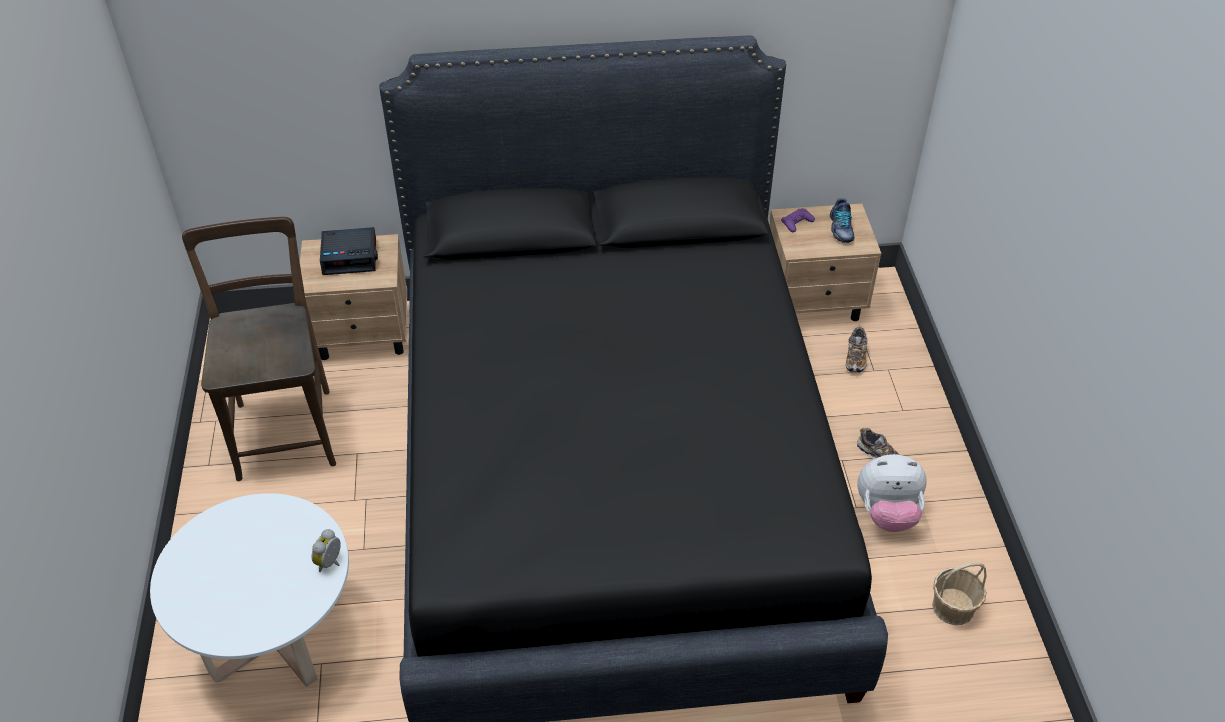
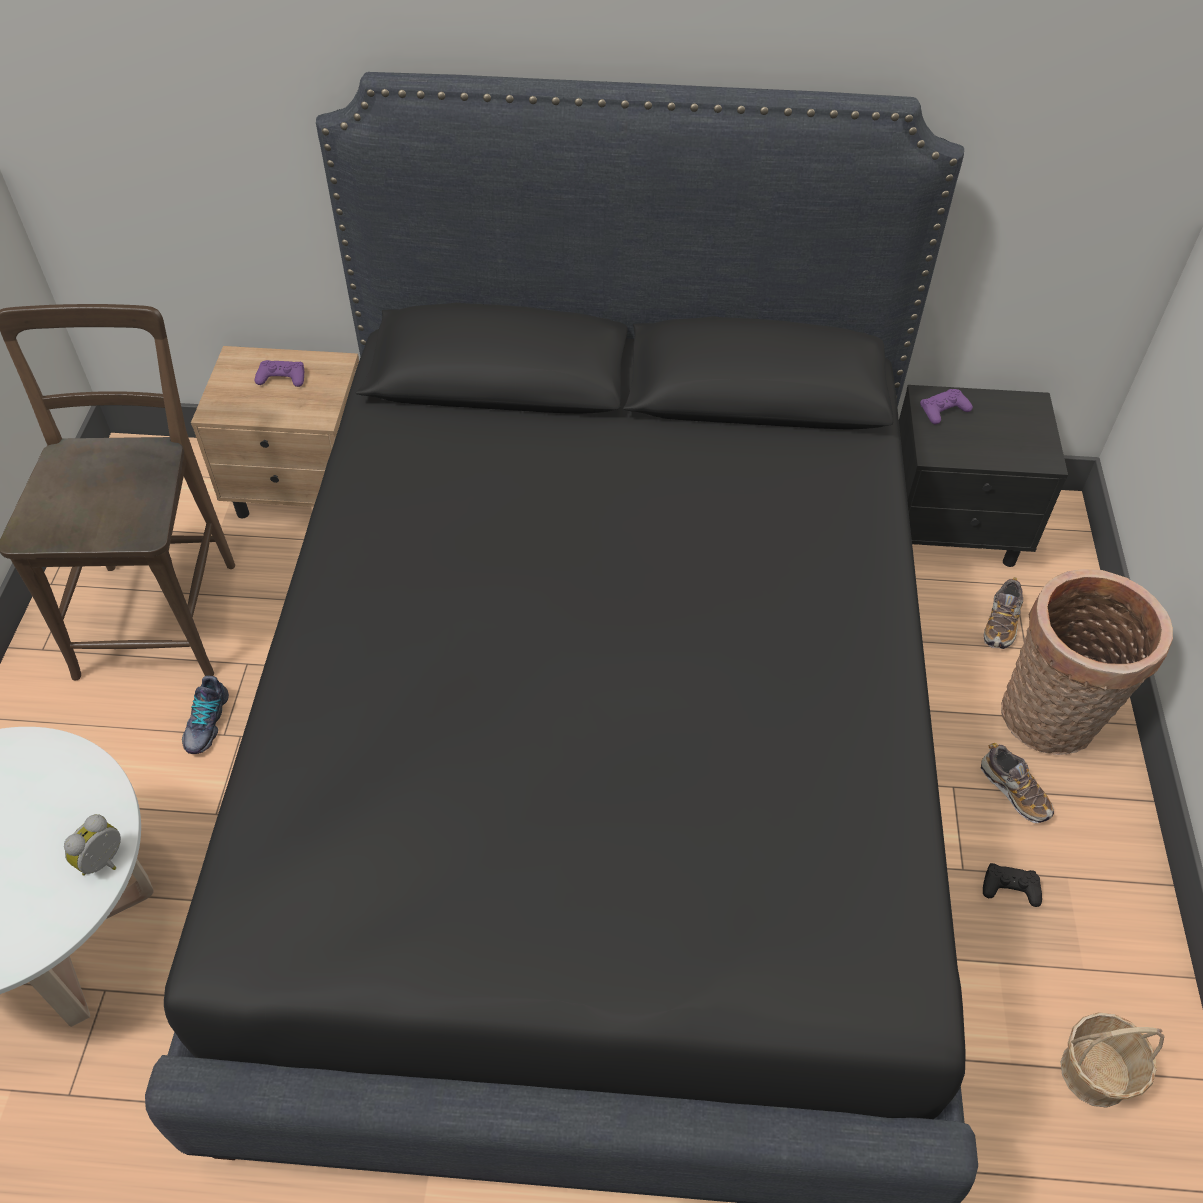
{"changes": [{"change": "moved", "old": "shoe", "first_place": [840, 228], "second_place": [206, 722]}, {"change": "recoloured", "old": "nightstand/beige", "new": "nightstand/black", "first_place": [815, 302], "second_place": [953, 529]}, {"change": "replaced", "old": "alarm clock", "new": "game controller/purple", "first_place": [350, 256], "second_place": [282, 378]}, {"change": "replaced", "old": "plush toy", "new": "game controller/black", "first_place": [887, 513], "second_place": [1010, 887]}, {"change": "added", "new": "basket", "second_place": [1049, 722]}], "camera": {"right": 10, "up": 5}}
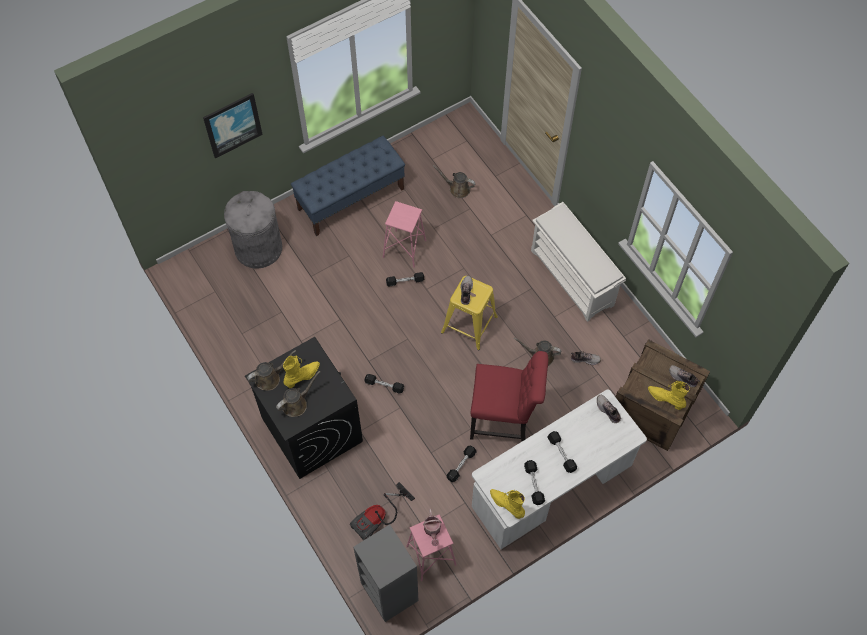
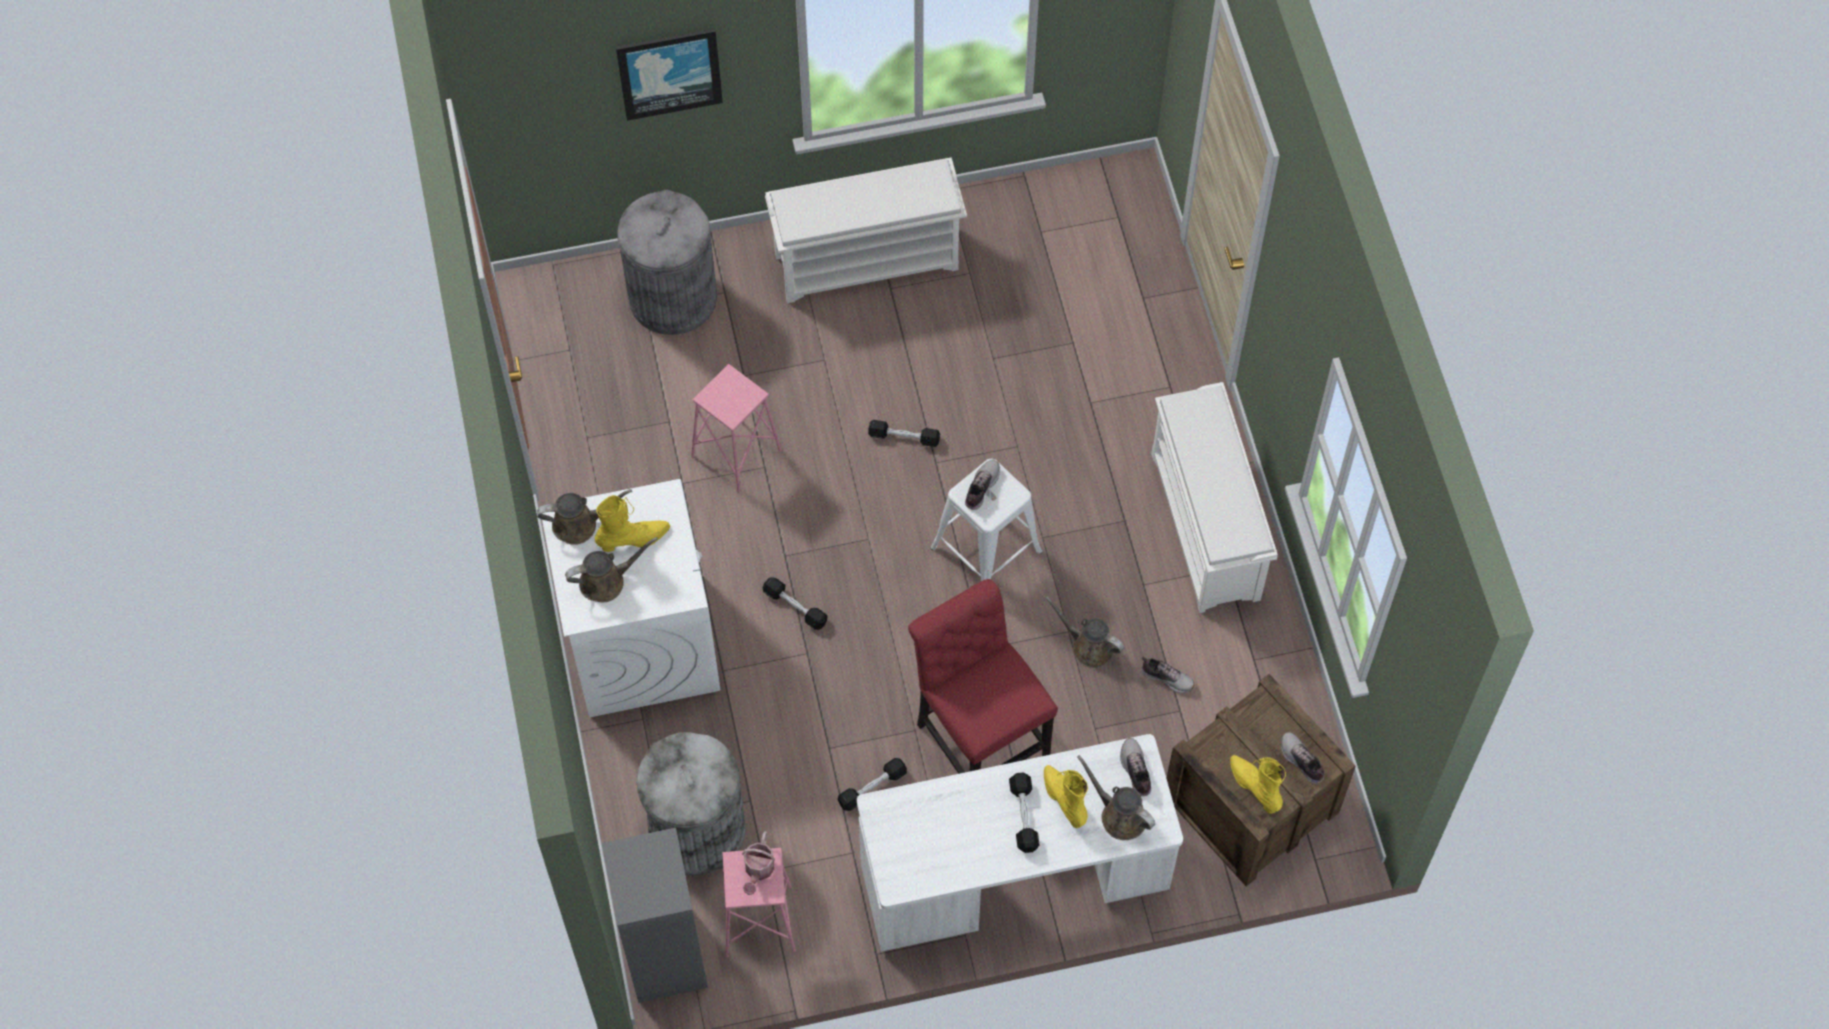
{"changes": [{"change": "replaced", "old": "bench/blue", "new": "shoe rack/white", "first_place": [351, 199], "second_place": [868, 260]}, {"change": "moved", "old": "watering can/brown", "first_place": [457, 189], "second_place": [1119, 815]}, {"change": "moved", "old": "stool/pink", "first_place": [404, 249], "second_place": [736, 453]}, {"change": "recoloured", "old": "stool/yellow", "new": "stool/white", "first_place": [469, 324], "second_place": [986, 550]}, {"change": "recoloured", "old": "washing machine/black", "new": "washing machine/white", "first_place": [311, 429], "second_place": [641, 640]}, {"change": "turned", "old": "chair/red", "first_place": [504, 420], "second_place": [979, 736], "degrees": -150}, {"change": "removed", "old": "dumbbell/black", "first_place": [534, 484]}, {"change": "replaced", "old": "vacuum cleaner", "new": "trash can/grey", "first_place": [379, 518], "second_place": [696, 829]}, {"change": "moved", "old": "boot/yellow", "first_place": [507, 505], "second_place": [1064, 800]}], "camera": {"right": 20, "up": 0}}
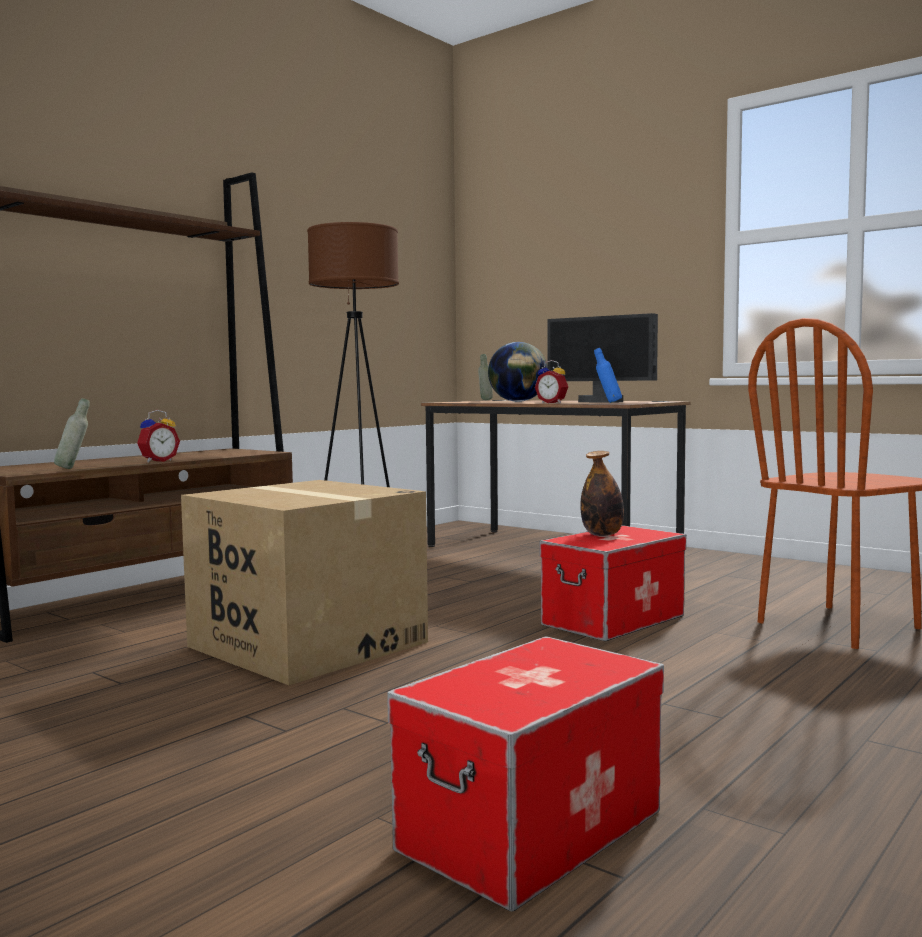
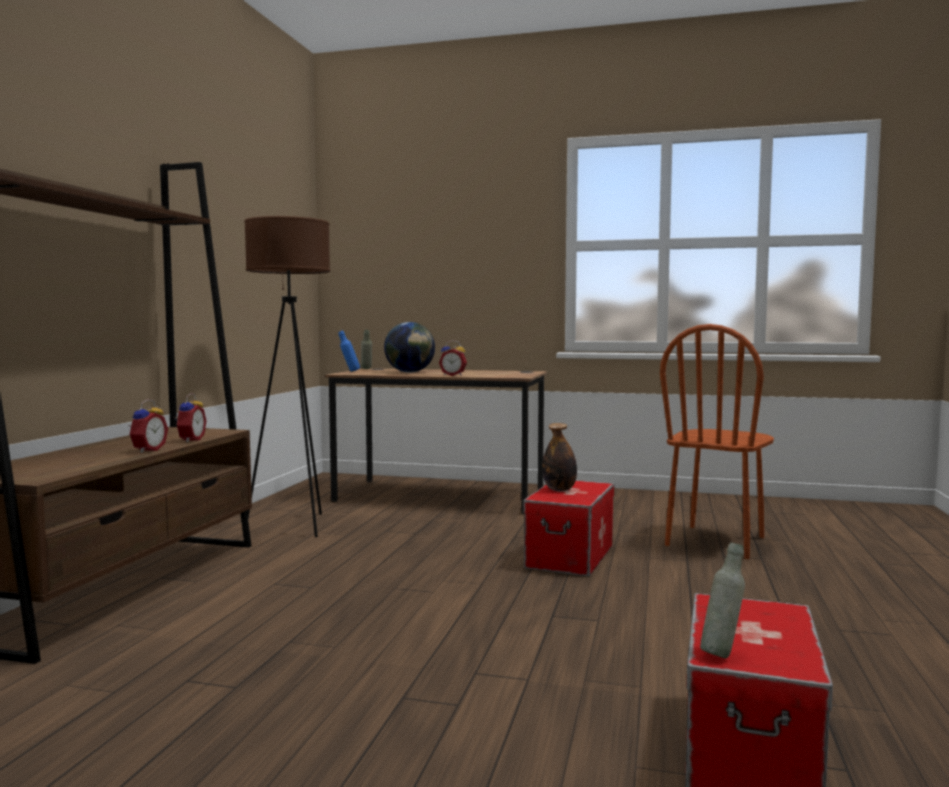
{"changes": [{"change": "removed", "old": "monitor", "first_place": [601, 402]}, {"change": "moved", "old": "bottle/blue", "first_place": [607, 402], "second_place": [349, 371]}, {"change": "moved", "old": "bottle/grey", "first_place": [73, 468], "second_place": [722, 653]}, {"change": "removed", "old": "cardboard box", "first_place": [307, 644]}, {"change": "added", "new": "alarm clock", "second_place": [189, 440]}], "camera": {"right": -25, "up": 0}}
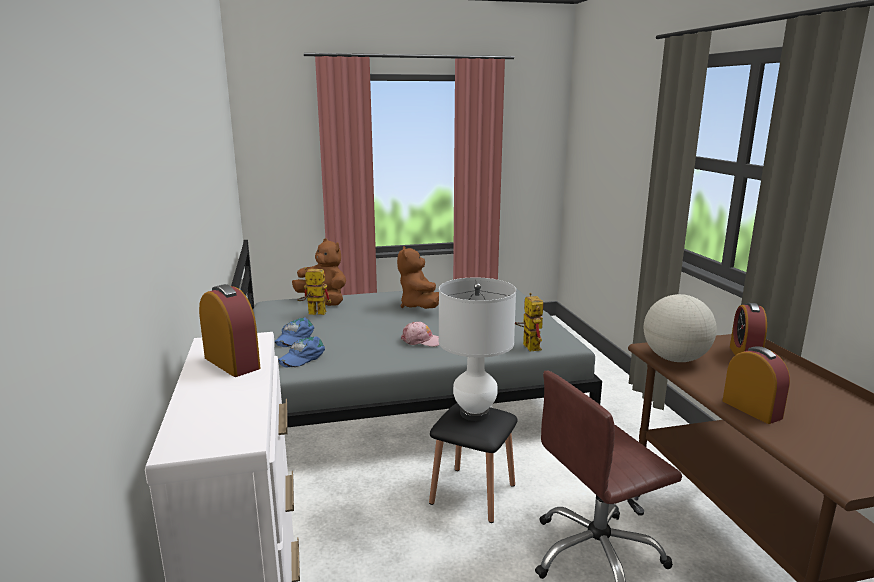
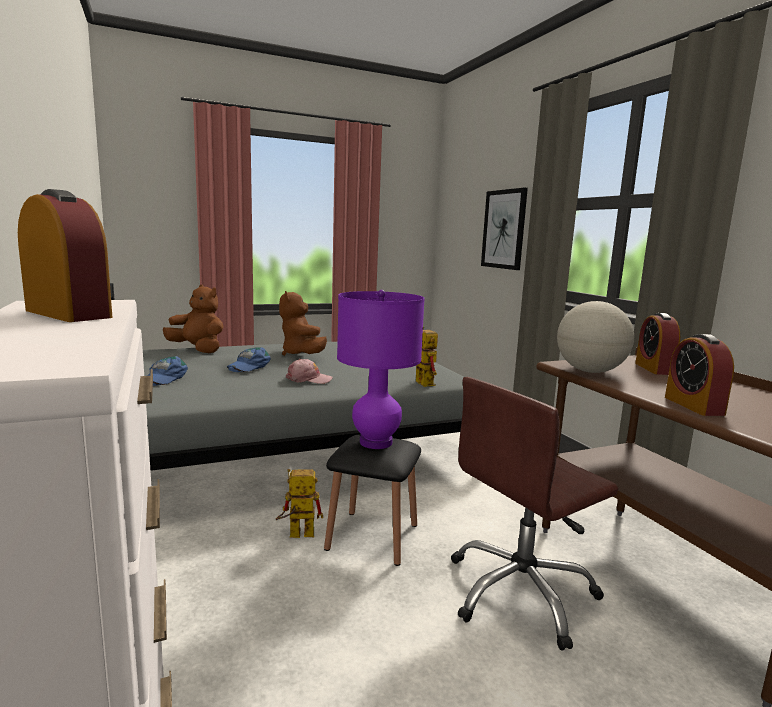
{"changes": [{"change": "moved", "old": "toy robot", "first_place": [312, 313], "second_place": [295, 535]}, {"change": "recoloured", "old": "table lamp/white", "new": "table lamp/purple", "first_place": [475, 413], "second_place": [376, 442]}, {"change": "moved", "old": "cap/blue", "first_place": [302, 357], "second_place": [249, 366]}, {"change": "turned", "old": "alarm clock", "first_place": [751, 409], "second_place": [693, 405], "degrees": -150}, {"change": "added", "new": "picture", "second_place": [504, 229]}], "camera": {"right": -10, "up": -5}}
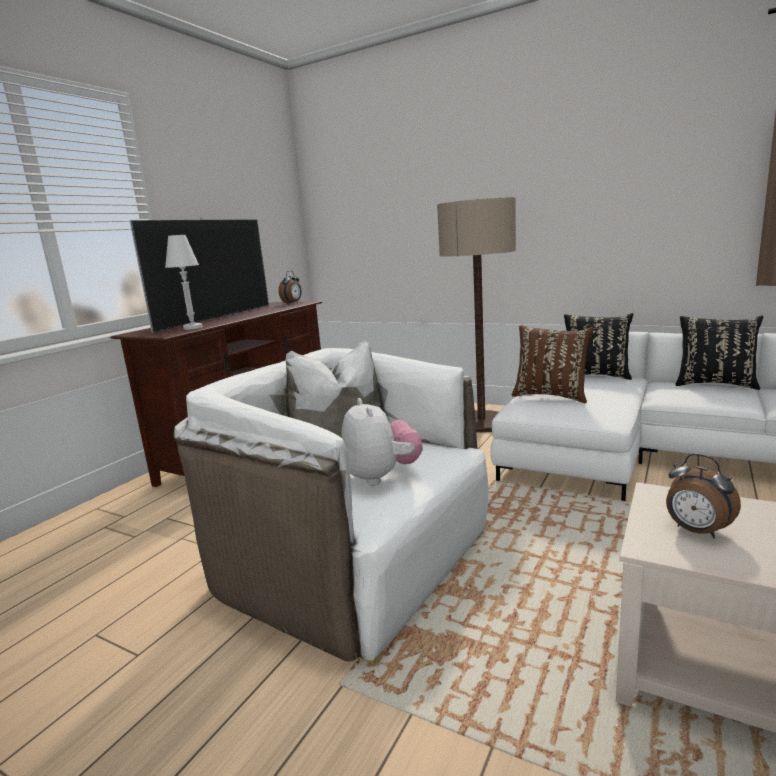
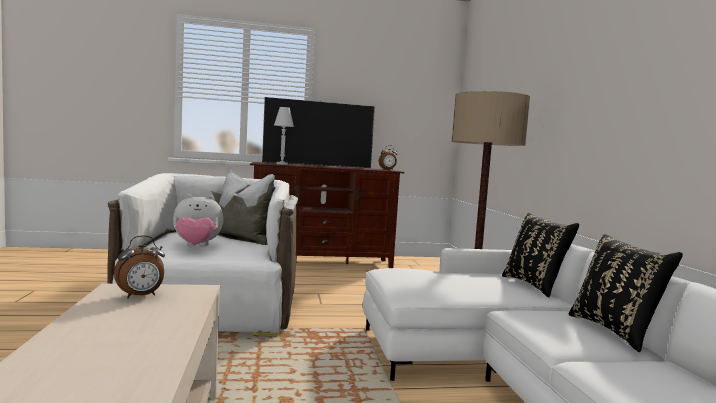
{"changes": [{"change": "removed", "old": "pillow/brown", "first_place": [551, 395]}, {"change": "turned", "old": "plush toy", "first_place": [381, 476], "second_place": [197, 246], "degrees": 45}, {"change": "turned", "old": "alarm clock", "first_place": [696, 531], "second_place": [140, 296], "degrees": -135}], "camera": {"right": 50, "up": -10}}
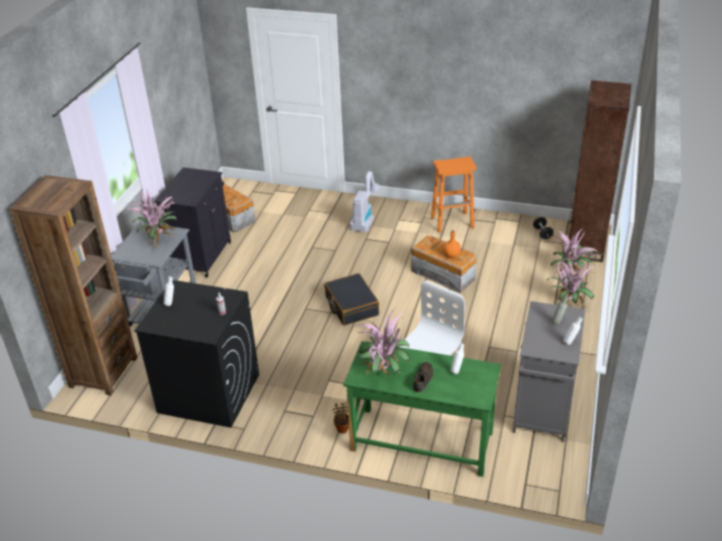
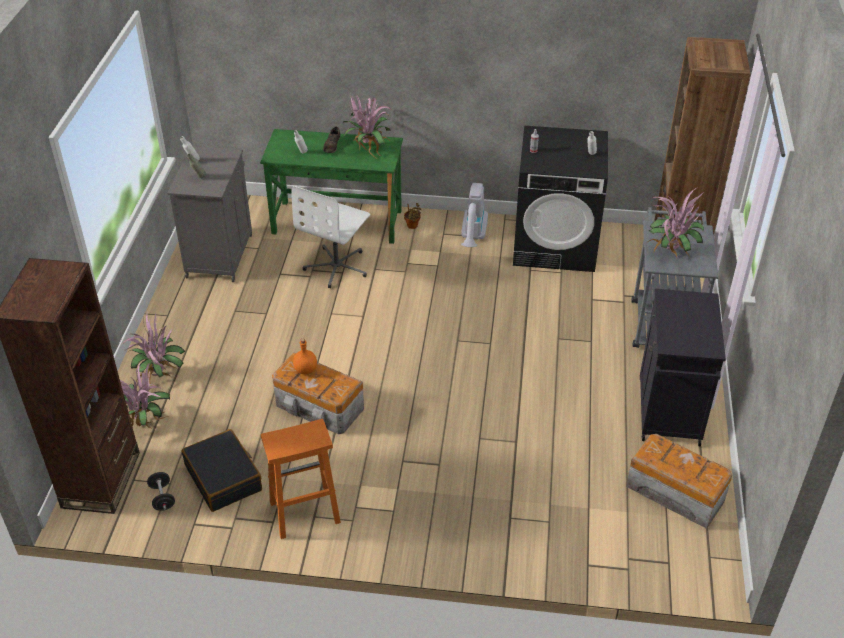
{"changes": [{"change": "moved", "old": "vacuum cleaner", "first_place": [365, 219], "second_place": [473, 238]}, {"change": "moved", "old": "suitcase/black", "first_place": [351, 306], "second_place": [224, 478]}], "camera": {"right": 170, "up": 5}}
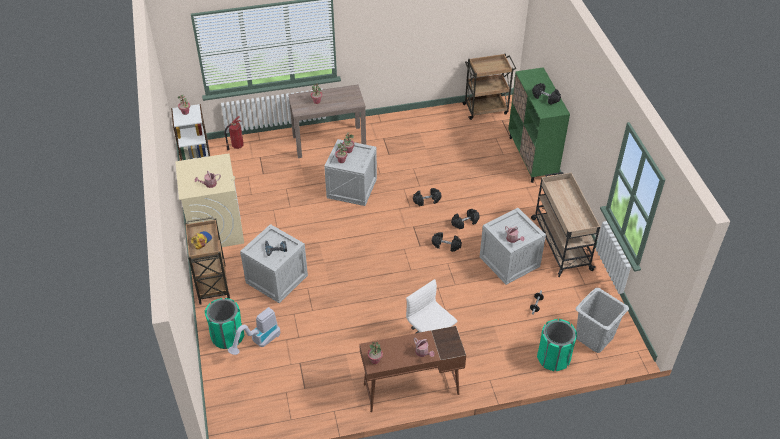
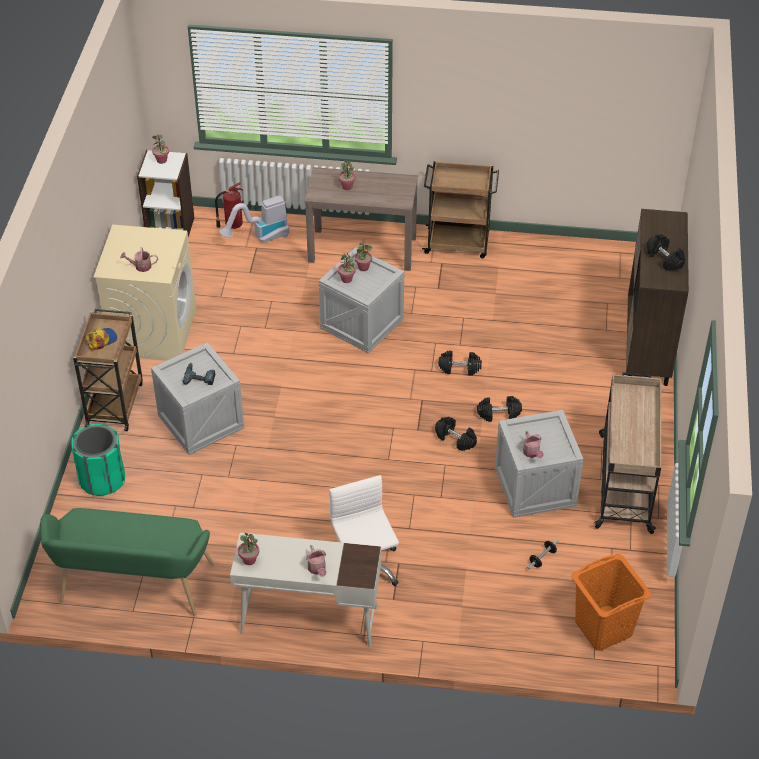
{"changes": [{"change": "moved", "old": "cart/brown", "first_place": [486, 109], "second_place": [458, 243]}, {"change": "recoloured", "old": "cabinet/green", "new": "cabinet/brown", "first_place": [532, 158], "second_place": [647, 346]}, {"change": "recoloured", "old": "laundry basket/grey", "new": "laundry basket/orange", "first_place": [594, 338], "second_place": [603, 628]}, {"change": "moved", "old": "vacuum cleaner", "first_place": [258, 343], "second_place": [260, 238]}, {"change": "removed", "old": "trash can/green", "first_place": [553, 358]}, {"change": "recoloured", "old": "desk/brown", "new": "desk/white", "first_place": [410, 389], "second_place": [308, 620]}, {"change": "added", "new": "bench/green", "second_place": [133, 588]}], "camera": {"right": 20, "up": 0}}
